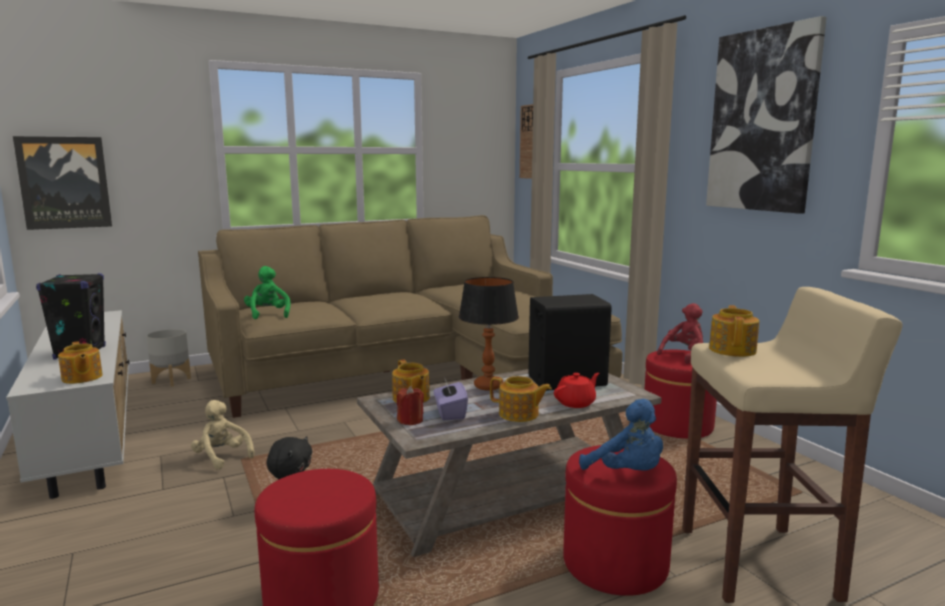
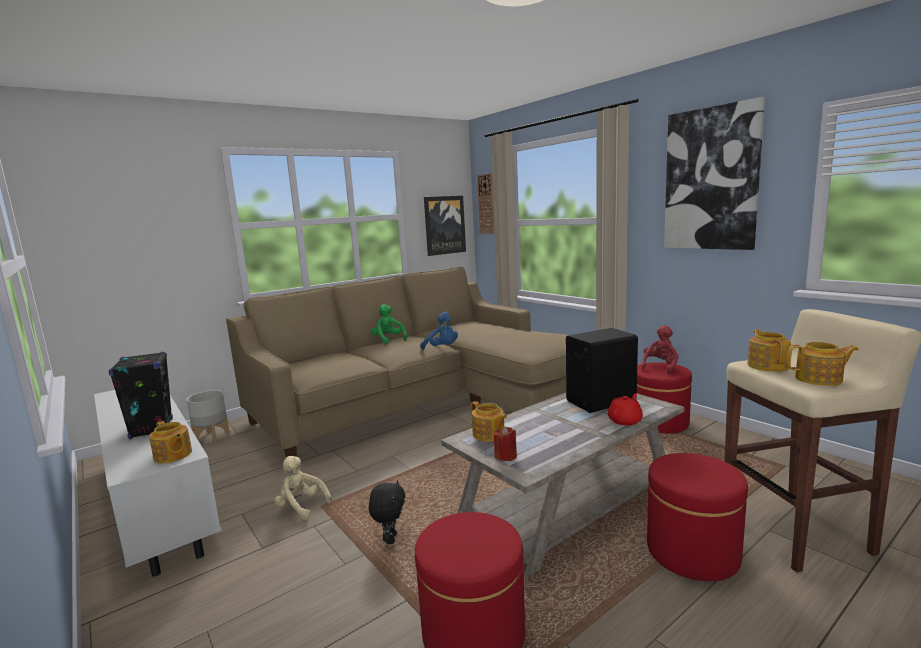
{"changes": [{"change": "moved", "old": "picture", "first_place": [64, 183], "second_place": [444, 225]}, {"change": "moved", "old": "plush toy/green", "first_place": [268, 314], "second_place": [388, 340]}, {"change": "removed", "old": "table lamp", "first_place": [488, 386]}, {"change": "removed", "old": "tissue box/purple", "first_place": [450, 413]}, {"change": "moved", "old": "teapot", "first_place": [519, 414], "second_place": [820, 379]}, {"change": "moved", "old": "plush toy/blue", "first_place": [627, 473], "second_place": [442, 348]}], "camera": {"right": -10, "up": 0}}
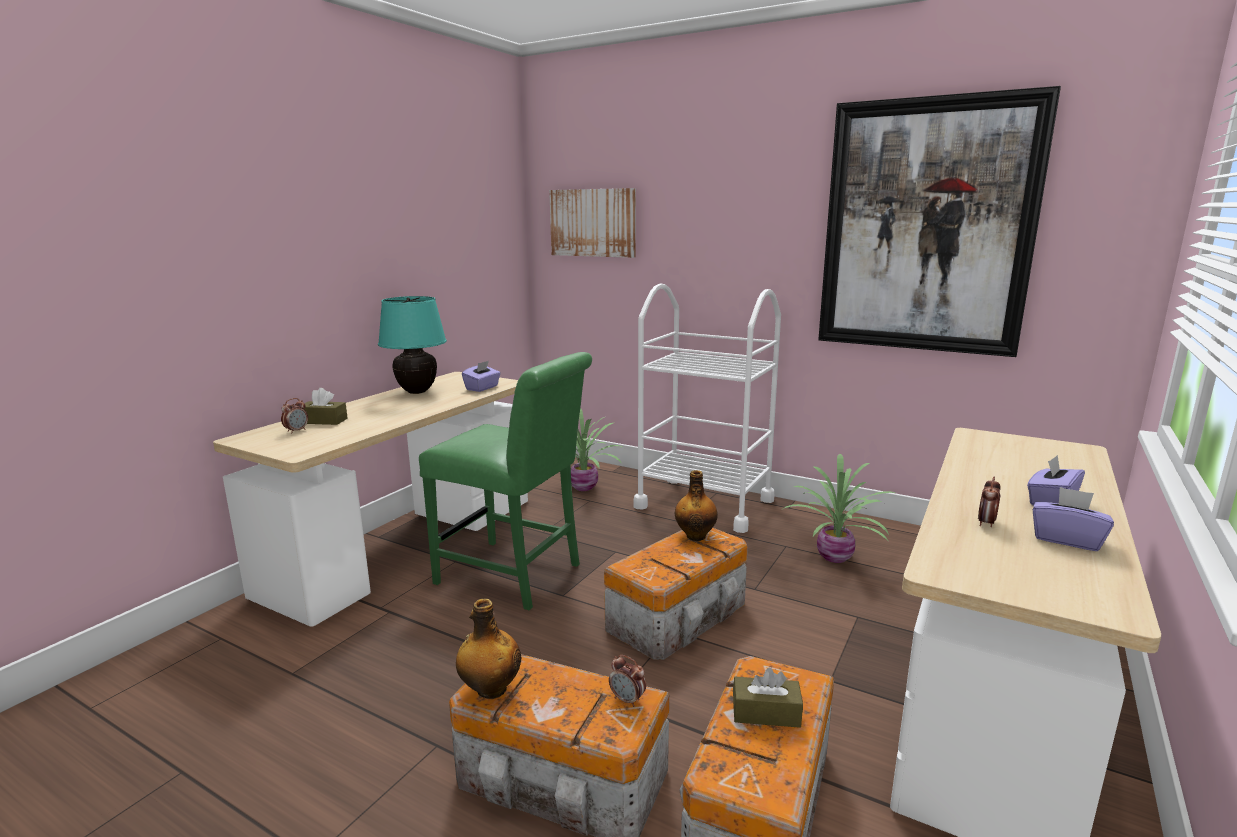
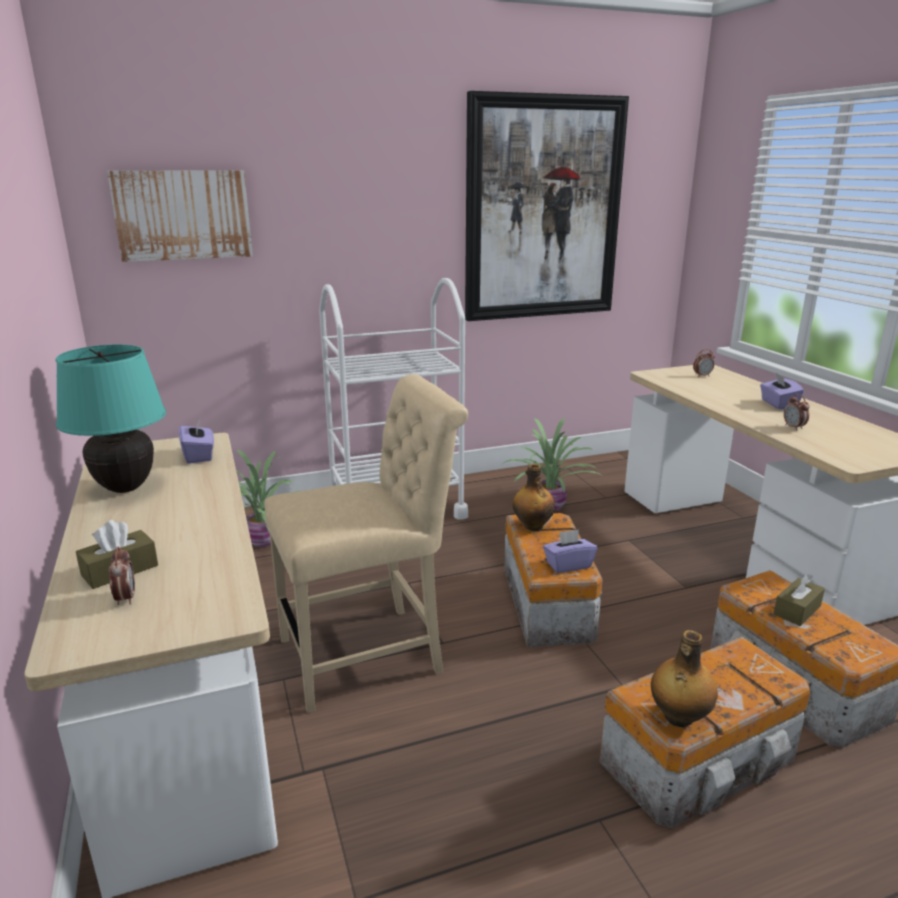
{"changes": [{"change": "recoloured", "old": "chair/green", "new": "chair/beige", "first_place": [515, 576], "second_place": [370, 654]}, {"change": "moved", "old": "tissue box/purple", "first_place": [1066, 539], "second_place": [568, 565]}, {"change": "moved", "old": "alarm clock", "first_place": [627, 700], "second_place": [702, 376]}], "camera": {"right": -50, "up": 5}}
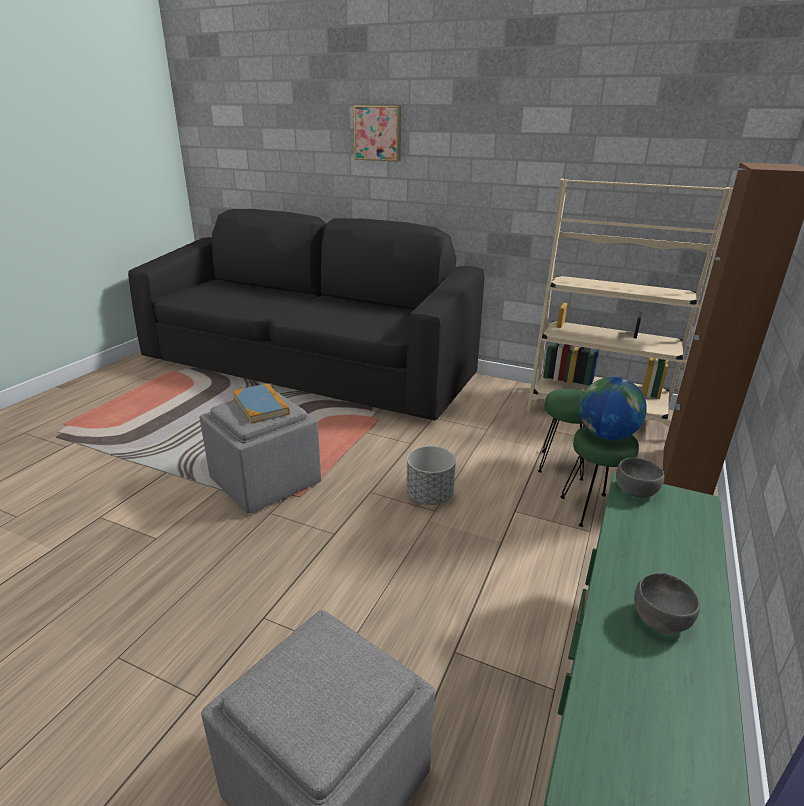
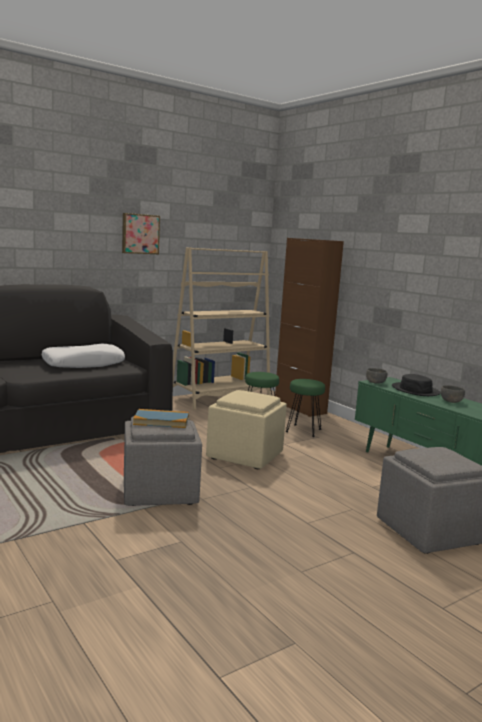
{"changes": [{"change": "moved", "old": "picture", "first_place": [378, 133], "second_place": [140, 234]}, {"change": "removed", "old": "globe", "first_place": [606, 436]}, {"change": "replaced", "old": "planter/grey", "new": "ottoman/beige", "first_place": [429, 496], "second_place": [246, 455]}, {"change": "added", "new": "pillow/white", "second_place": [83, 364]}, {"change": "added", "new": "hat/black", "second_place": [415, 390]}], "camera": {"right": -60, "up": -15}}
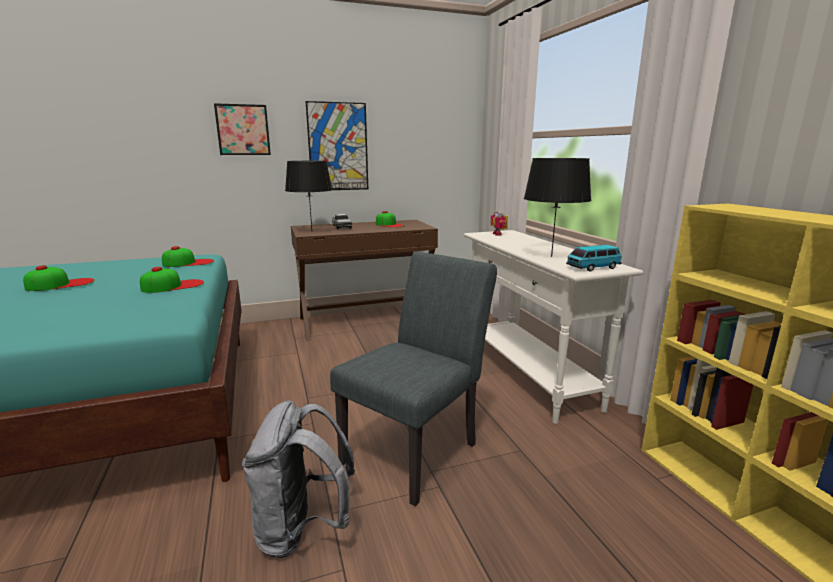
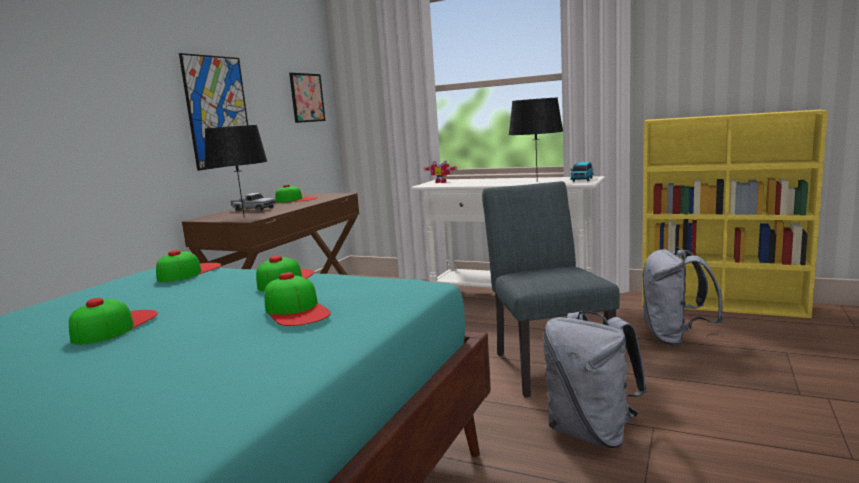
{"changes": [{"change": "moved", "old": "picture", "first_place": [243, 130], "second_place": [307, 98]}, {"change": "added", "new": "backpack/grey", "second_place": [675, 338]}, {"change": "added", "new": "cap", "second_place": [296, 310]}], "camera": {"right": -45, "up": -5}}
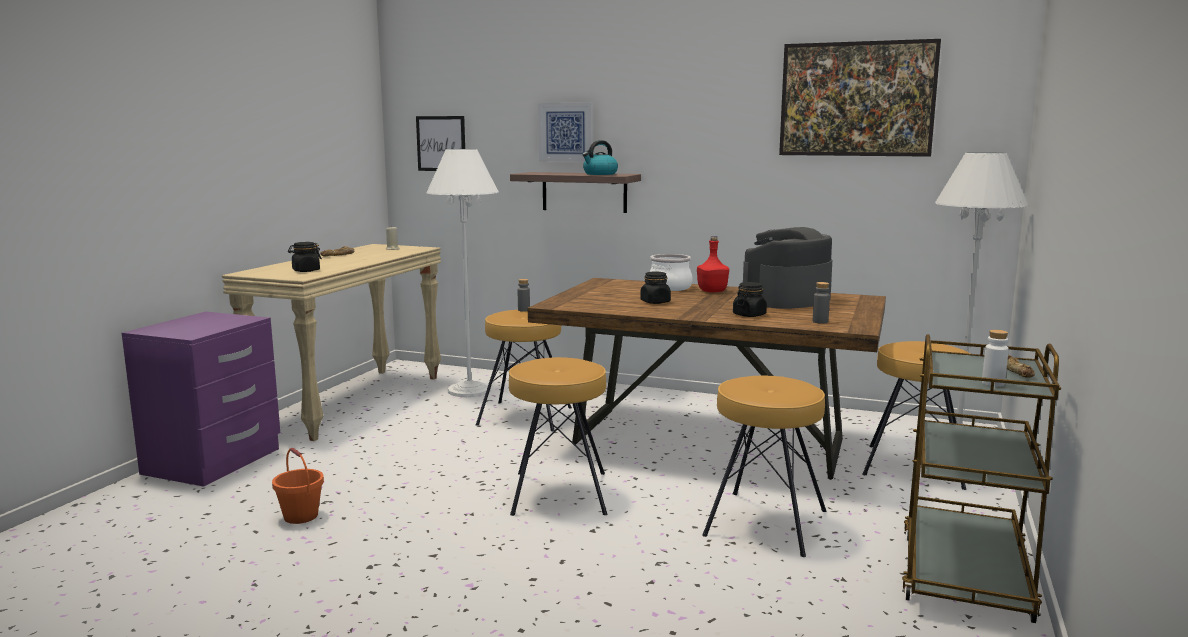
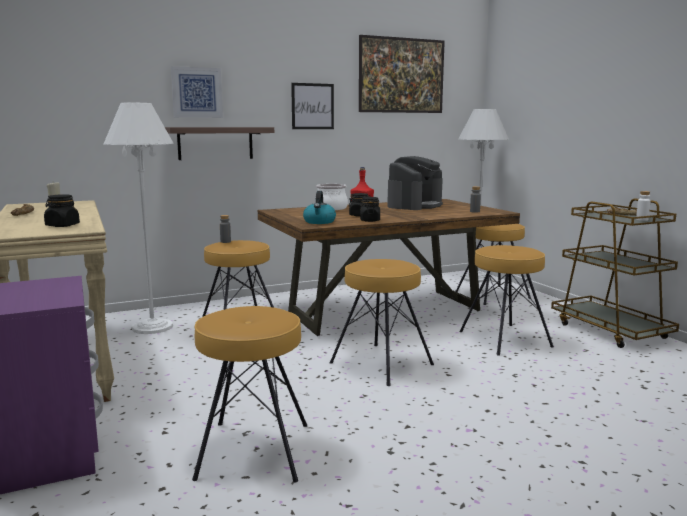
{"changes": [{"change": "moved", "old": "picture", "first_place": [441, 143], "second_place": [312, 106]}, {"change": "moved", "old": "kettle", "first_place": [600, 174], "second_place": [319, 222]}, {"change": "turned", "old": "coffee machine", "first_place": [786, 299], "second_place": [415, 205], "degrees": -150}, {"change": "moved", "old": "jar/black", "first_place": [749, 315], "second_place": [370, 220]}, {"change": "replaced", "old": "bucket/orange", "new": "stool/brown", "first_place": [300, 516], "second_place": [253, 450]}], "camera": {"right": -45, "up": 0}}
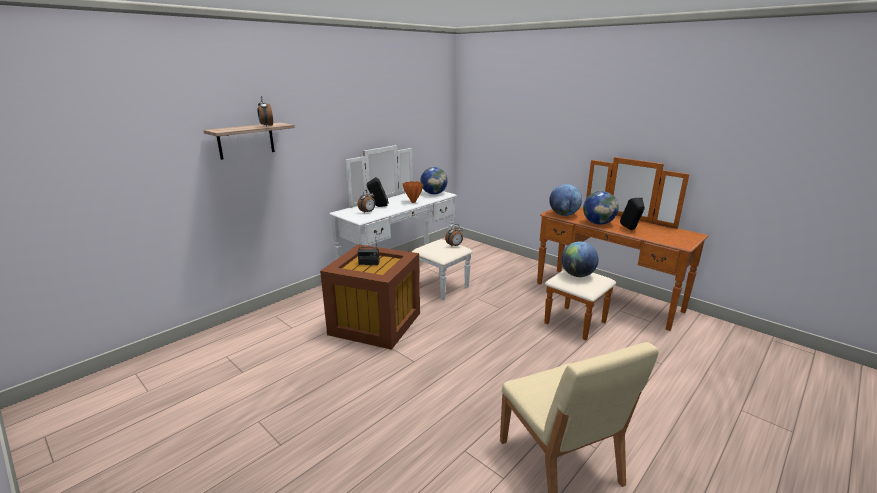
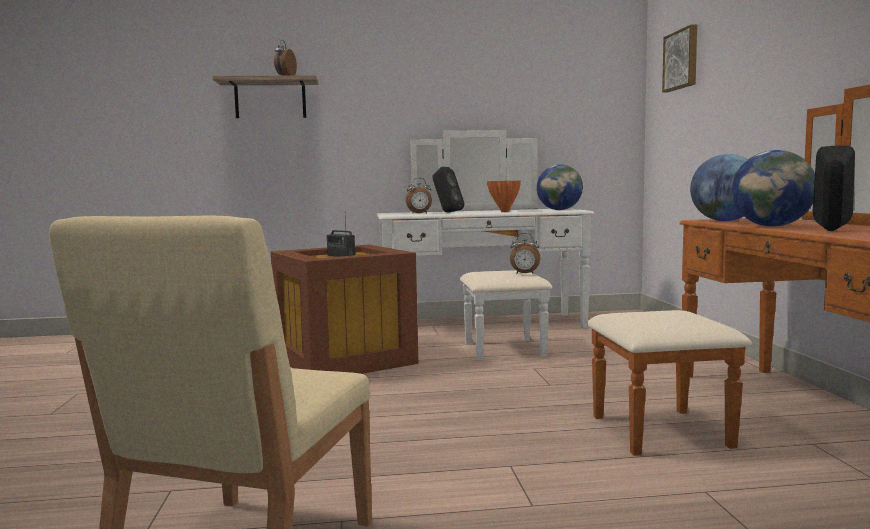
{"changes": [{"change": "removed", "old": "globe", "first_place": [577, 275]}, {"change": "added", "new": "picture", "second_place": [682, 60]}], "camera": {"right": 40, "up": -15}}
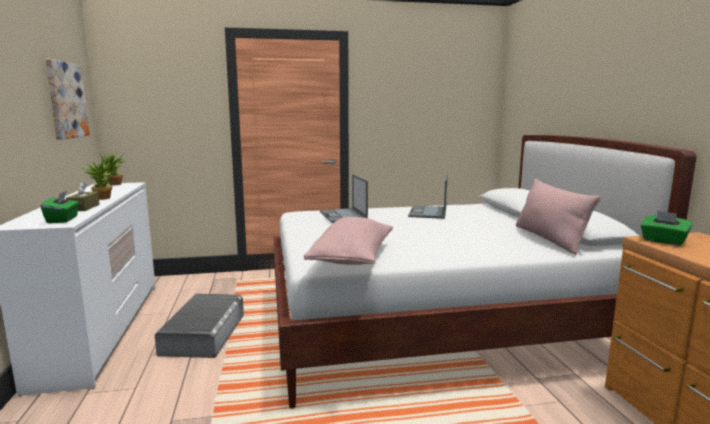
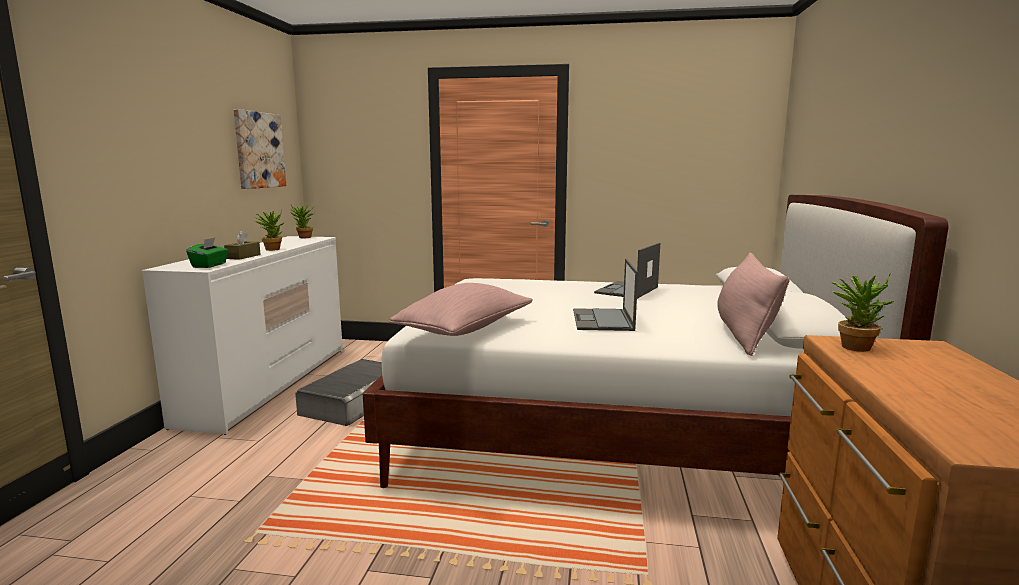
{"changes": [{"change": "moved", "old": "laptop", "first_place": [343, 216], "second_place": [603, 320]}, {"change": "replaced", "old": "tissue box/green", "new": "potted plant", "first_place": [663, 241], "second_place": [854, 346]}], "camera": {"right": 20, "up": 0}}
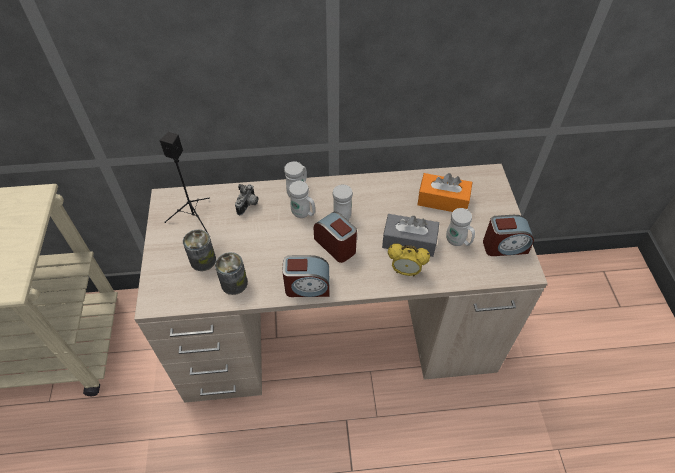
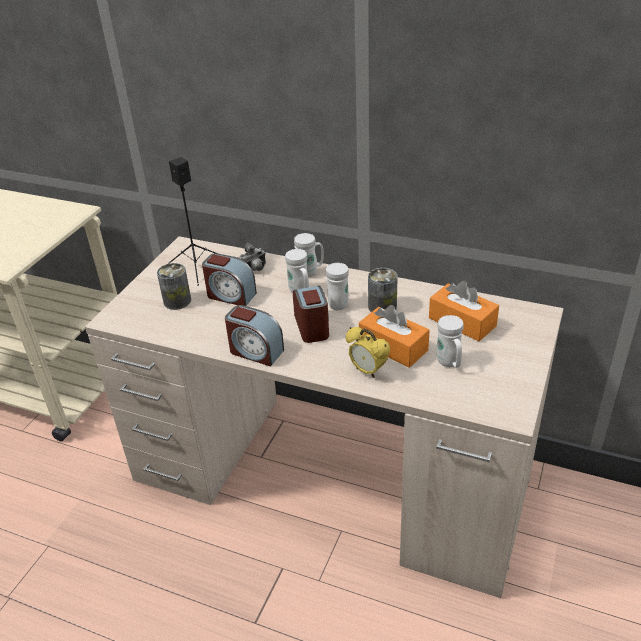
{"changes": [{"change": "recoloured", "old": "tissue box/grey", "new": "tissue box/orange", "first_place": [409, 241], "second_place": [393, 347]}, {"change": "moved", "old": "alarm clock", "first_place": [504, 246], "second_place": [230, 295]}, {"change": "moved", "old": "can", "first_place": [234, 283], "second_place": [382, 307]}], "camera": {"right": 30, "up": -15}}
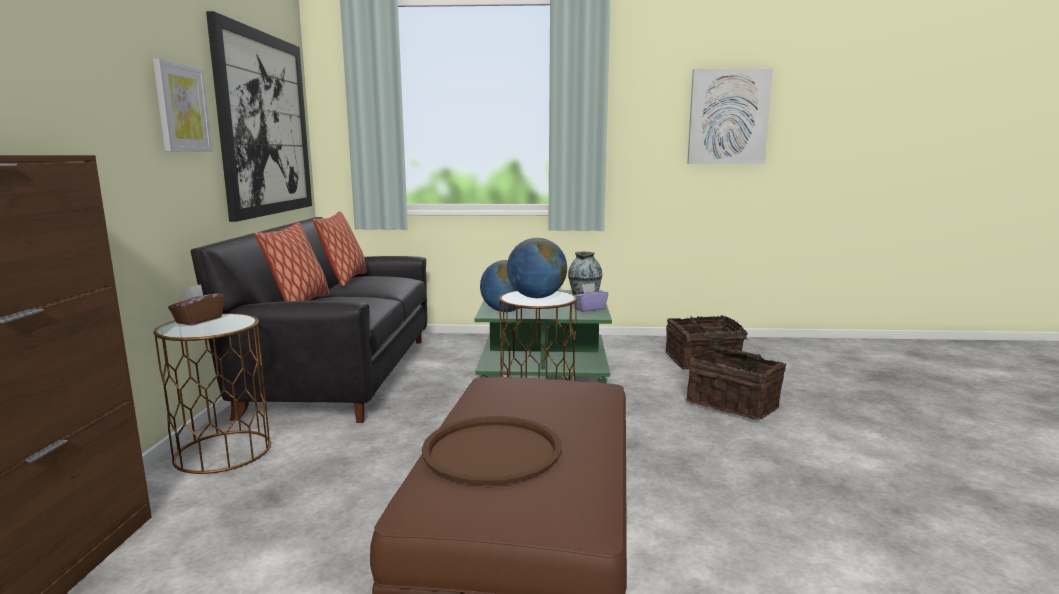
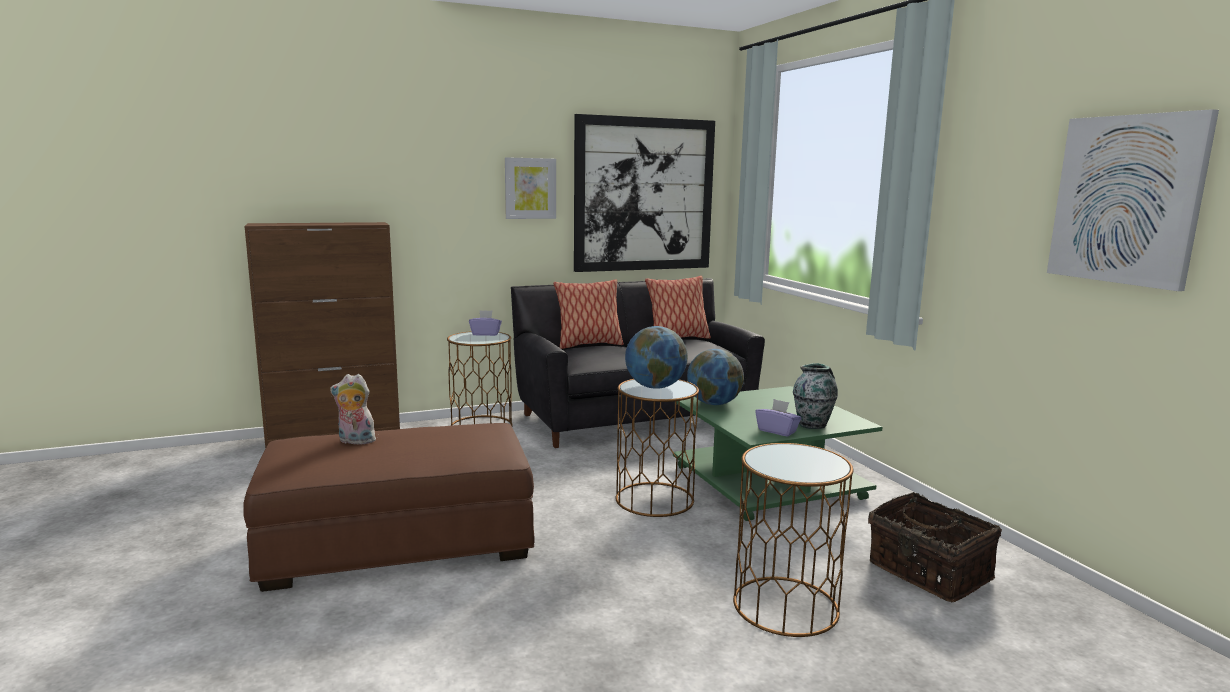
{"changes": [{"change": "recoloured", "old": "tissue box/brown", "new": "tissue box/purple", "first_place": [198, 320], "second_place": [486, 334]}, {"change": "replaced", "old": "basket", "new": "side table/brown", "first_place": [733, 404], "second_place": [785, 606]}, {"change": "replaced", "old": "tray/brown", "new": "plush toy", "first_place": [492, 451], "second_place": [355, 441]}], "camera": {"right": 65, "up": 0}}
